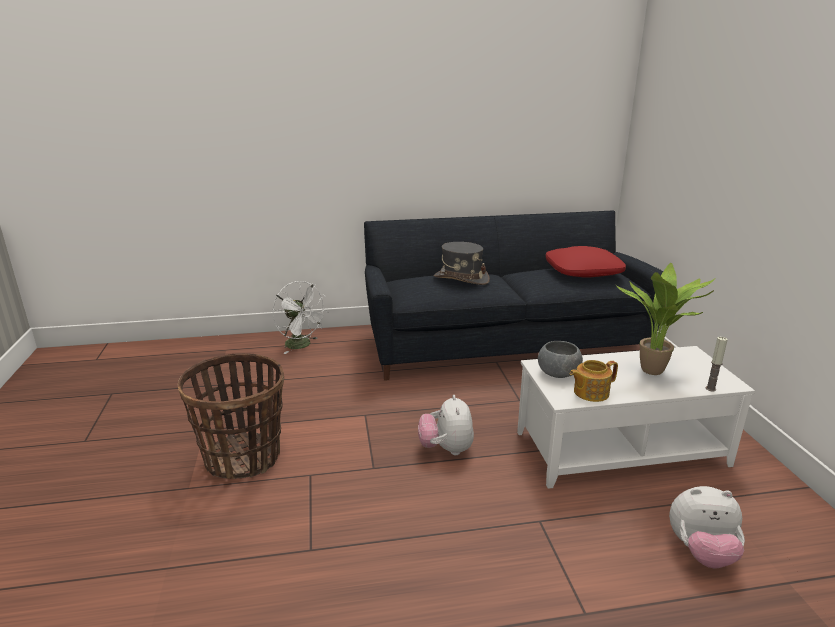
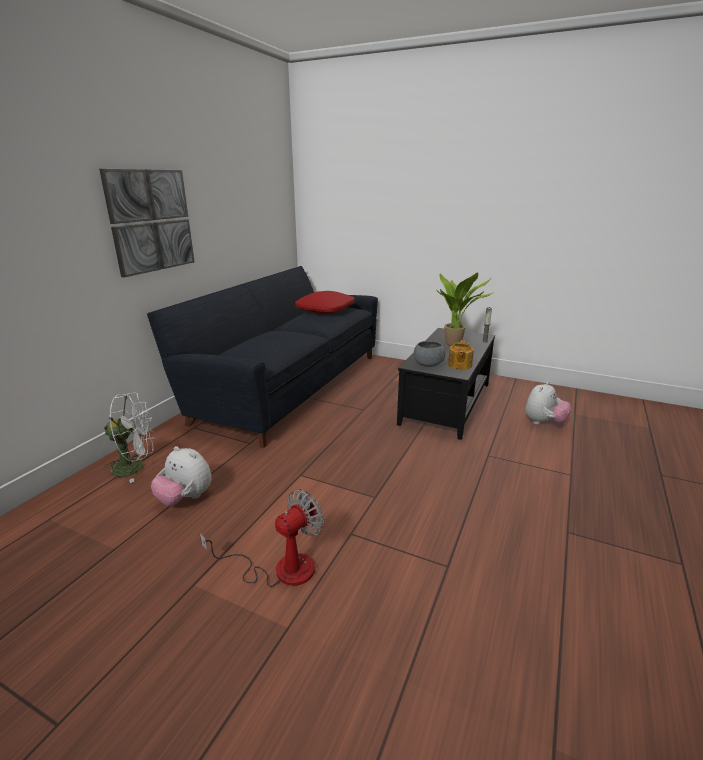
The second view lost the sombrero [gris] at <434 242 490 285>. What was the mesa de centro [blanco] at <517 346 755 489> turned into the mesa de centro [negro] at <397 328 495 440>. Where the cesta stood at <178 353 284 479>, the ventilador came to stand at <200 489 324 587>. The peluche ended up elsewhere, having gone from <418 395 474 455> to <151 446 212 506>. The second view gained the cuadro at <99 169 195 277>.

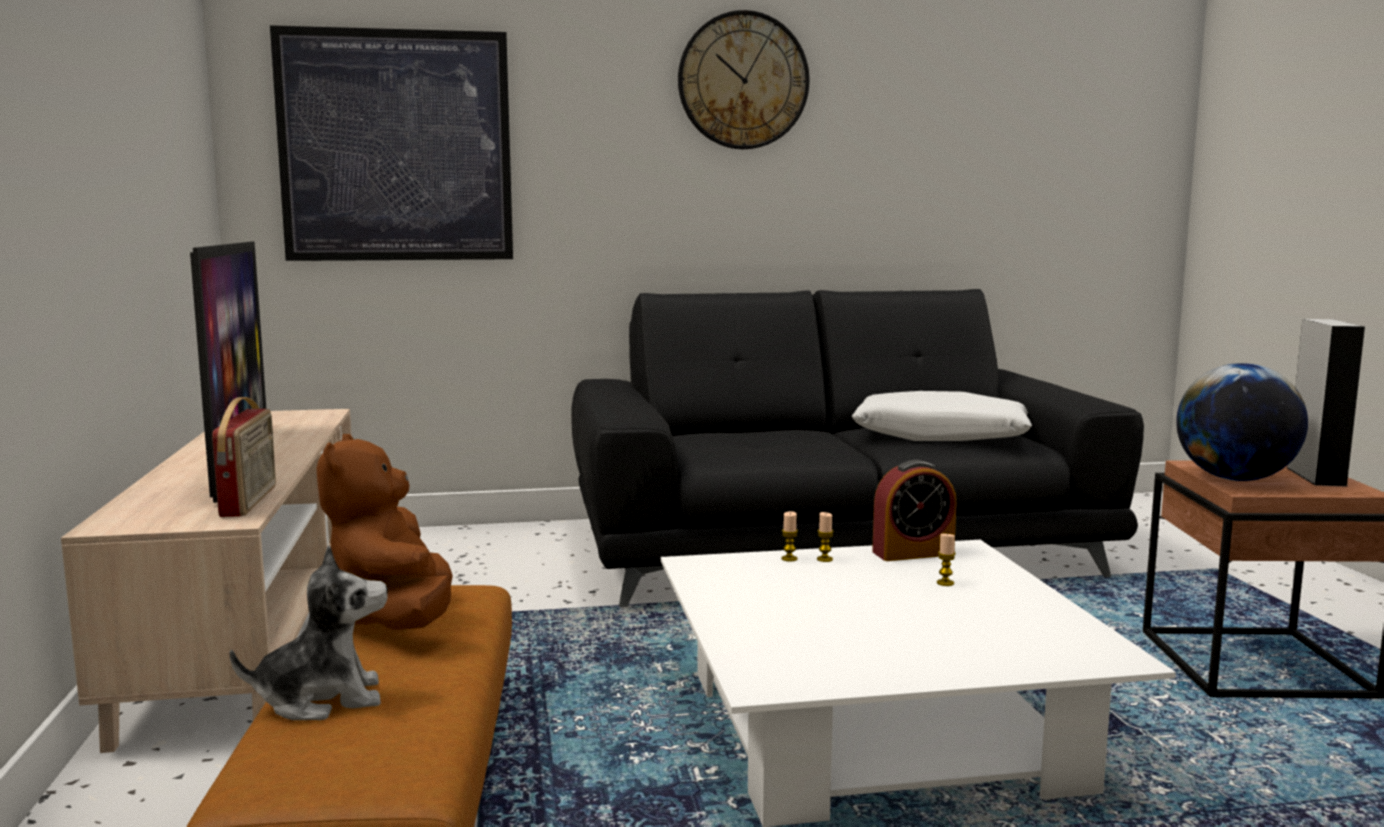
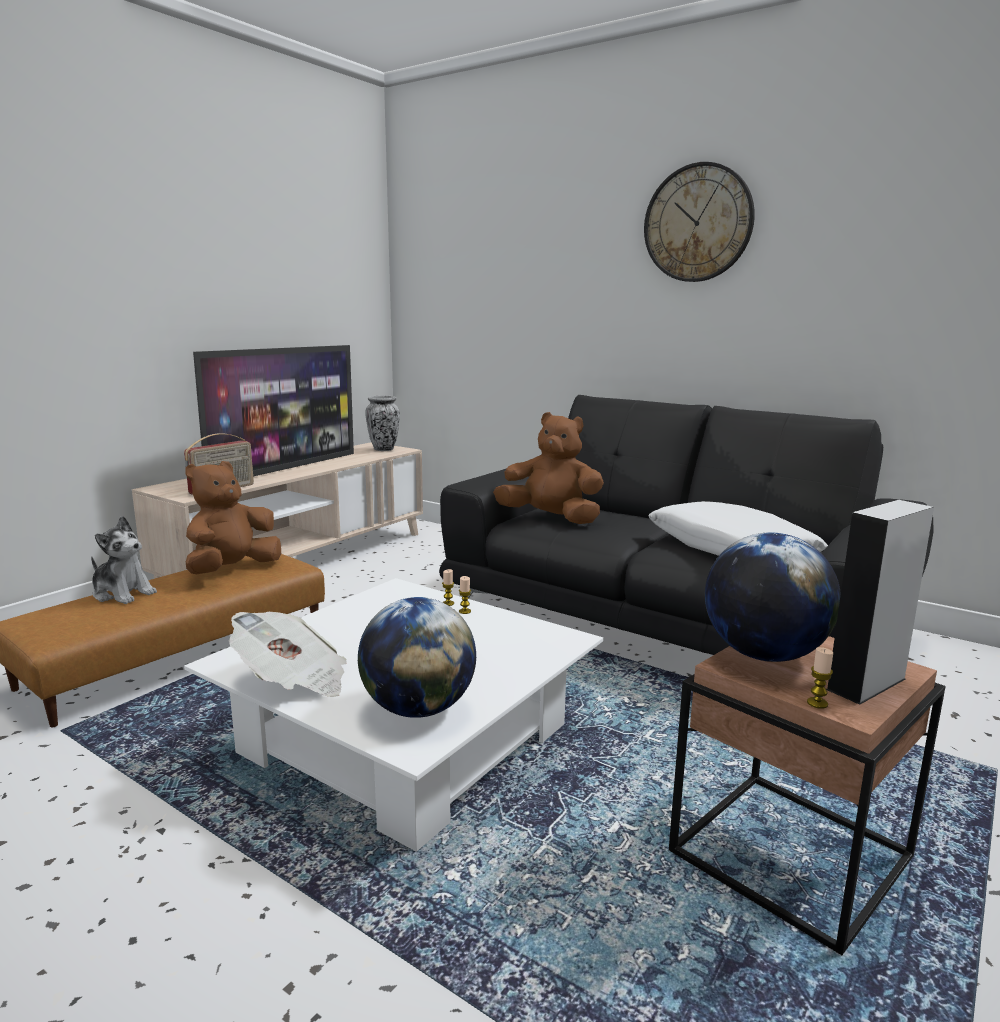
The second view lost the cuadro at <270 25 513 261>. The second view lost the despertador at <872 460 957 561>. The vela ended up elsewhere, having gone from <937 533 956 586> to <807 647 833 709>. The second view gained the florero at <365 395 400 451>. The second view gained the peluche [marrón] at <493 412 604 524>. The second view gained the globo terráqueo at <358 597 476 718>. The second view gained the periódico at <229 612 347 697>.

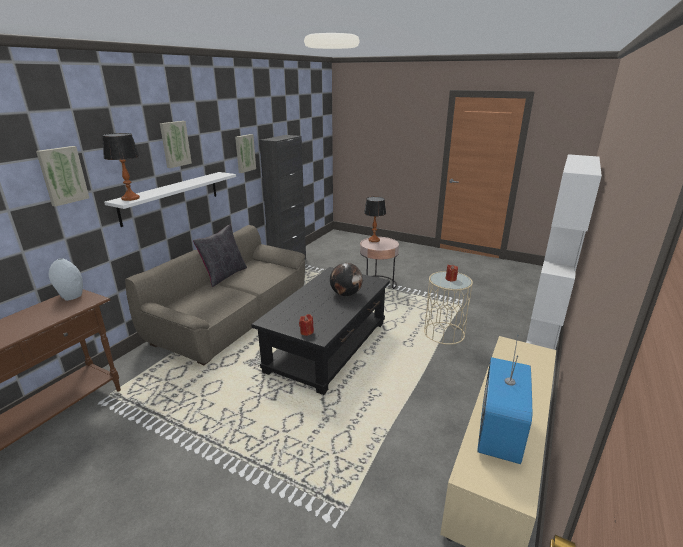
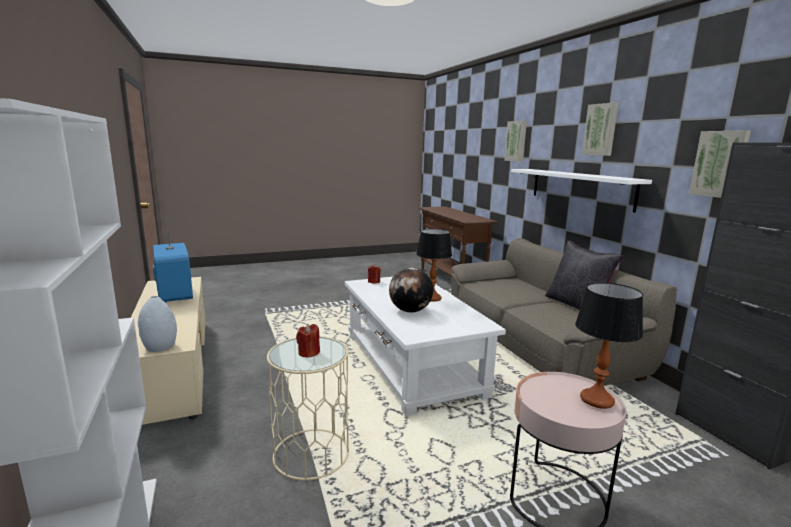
The lámpara de mesa ended up elsewhere, having gone from <102 133 140 201> to <416 229 452 302>. The florero [gris] ended up elsewhere, having gone from <49 258 83 301> to <138 296 177 352>. What was the mesa de centro [negro] at <251 267 390 395> turned into the mesa de centro [blanco] at <345 277 506 416>.

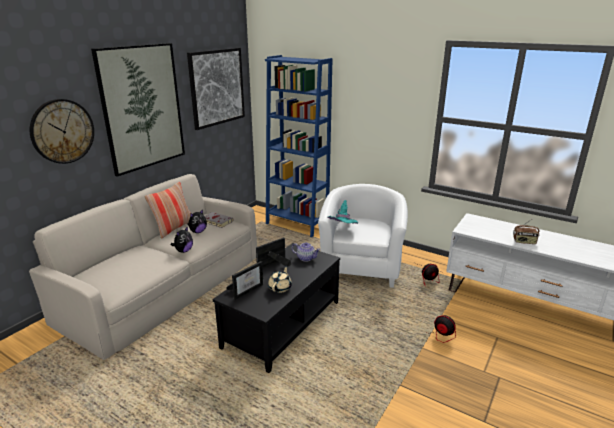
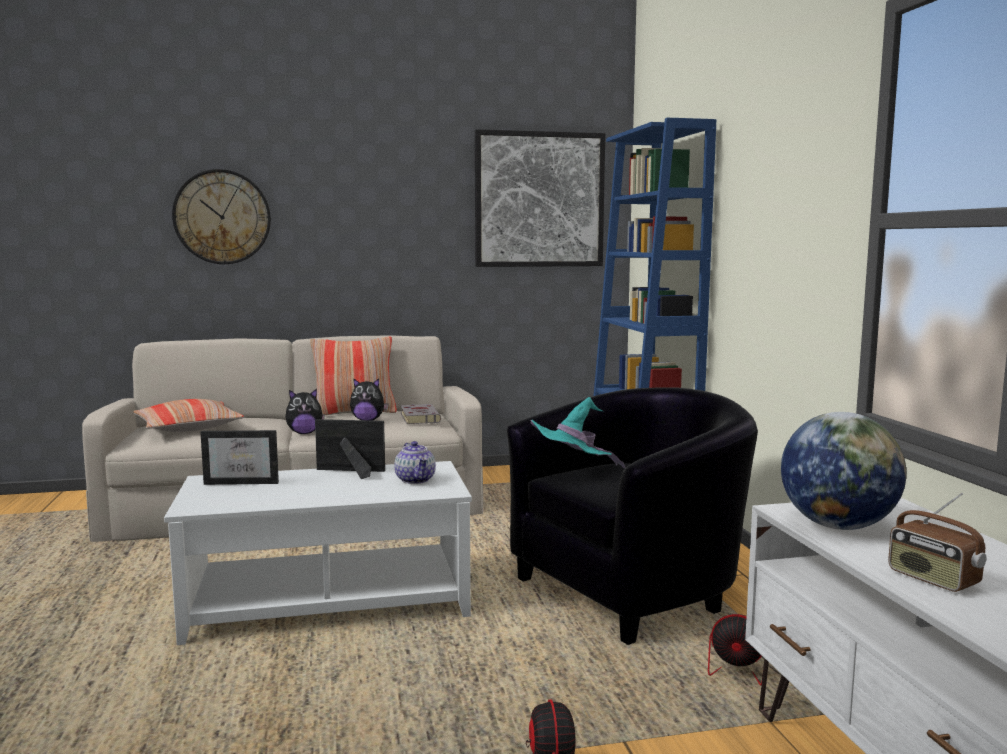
The second view lost the cuadro at <91 43 185 177>. What was the sillón [blanco] at <318 184 408 288> turned into the sillón [negro] at <507 387 758 645>. What was the mesa de centro [negro] at <213 243 340 373> turned into the mesa de centro [blanco] at <164 461 472 645>. The second view lost the tetera [beis] at <268 266 292 293>. The second view gained the cojín at <133 399 244 432>. The second view gained the globo terráqueo at <781 412 906 530>.

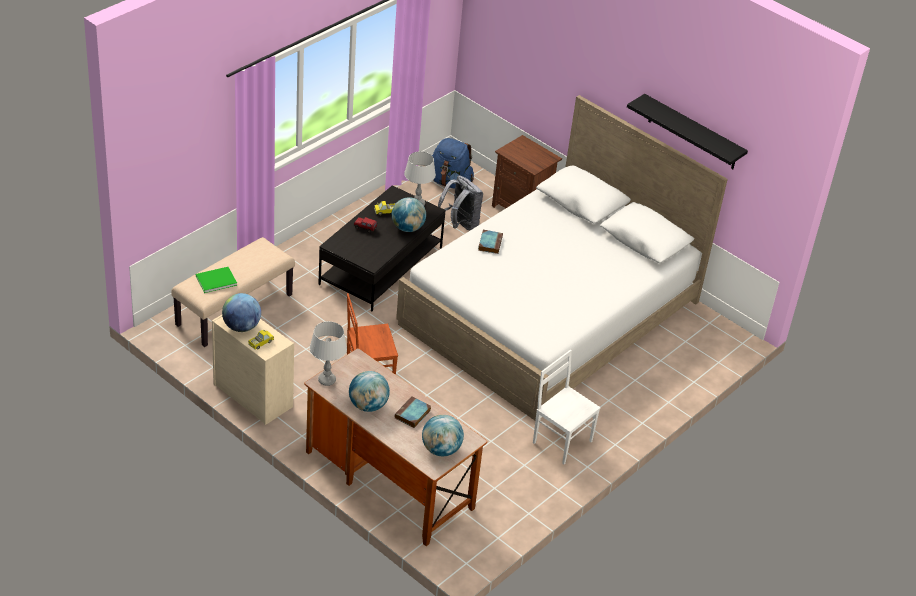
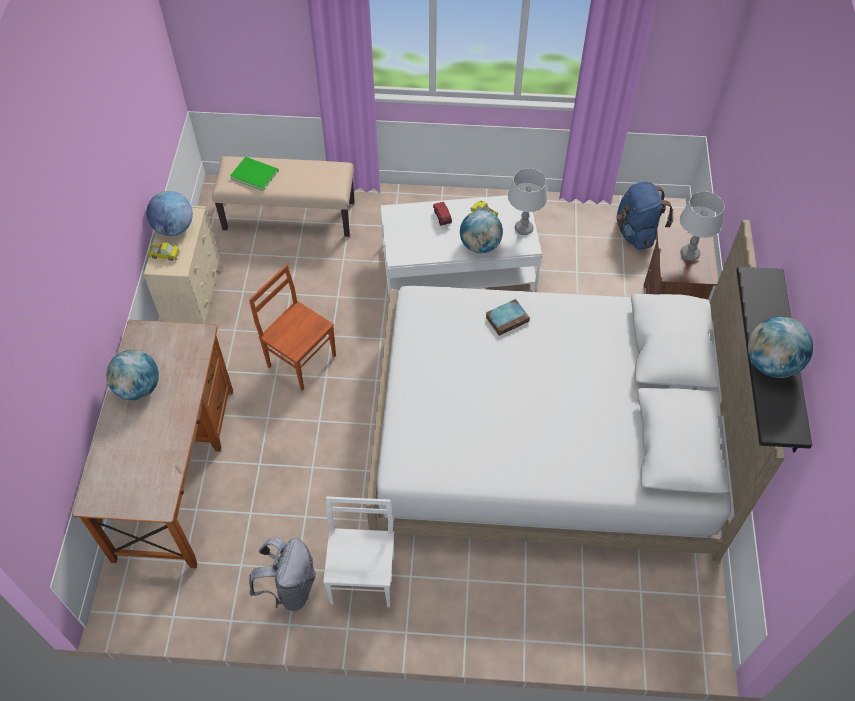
The mochila [gris] ended up elsewhere, having gone from <438 176 483 231> to <249 537 316 611>. What was the mesa de centro [negro] at <319 185 446 311> turned into the mesa de centro [blanco] at <380 195 542 297>. The lámpara de mesa [gris] ended up elsewhere, having gone from <310 321 347 386> to <680 191 724 261>. The second view lost the libro at <395 396 431 428>. The globo terráqueo ended up elsewhere, having gone from <422 415 464 456> to <748 316 813 378>.

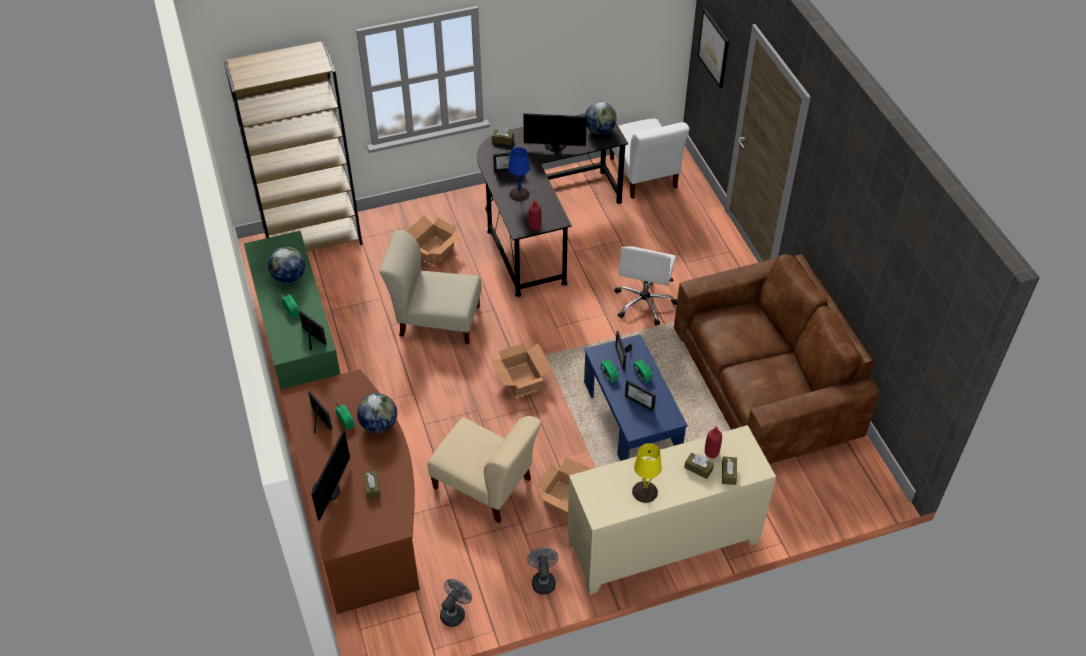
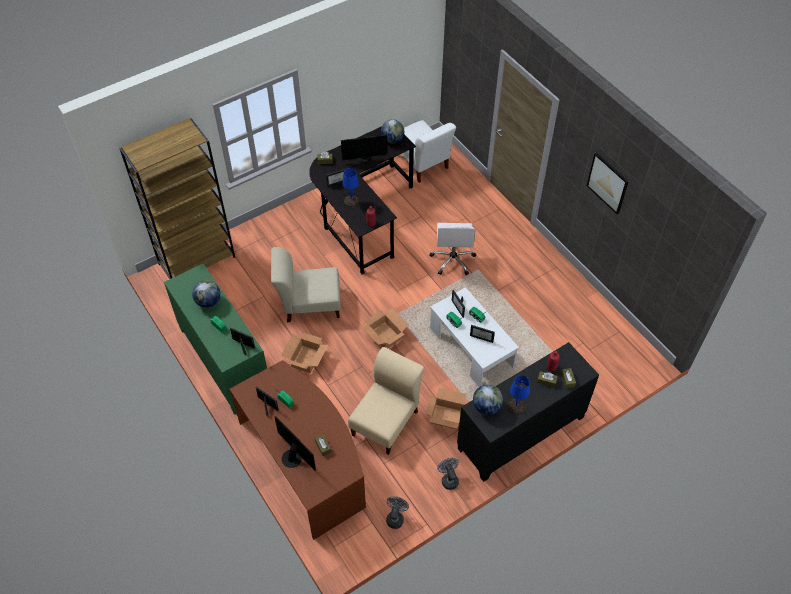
The cuadro ended up elsewhere, having gone from <698 9 729 88> to <587 152 629 214>. The caja de cartón ended up elsewhere, having gone from <406 216 461 265> to <281 333 328 373>. The second view lost the sofá [marrón] at <674 254 879 464>. What was the mesa de centro [azul] at <584 334 687 461> turned into the mesa de centro [blanco] at <430 287 519 387>. The globo terráqueo ended up elsewhere, having gone from <357 393 397 433> to <473 384 503 415>. The silla [beis] at <428 416 541 523> ended up facing another way, 75 degrees counterclockwise from before. What was the armario [beis] at <567 425 776 595> turned into the armario [negro] at <457 342 599 482>. The monitor at <311 429 350 521> ended up facing another way, 45 degrees counterclockwise from before. What was the lámpara de mesa [amarillo] at <632 443 662 503> turned into the lámpara de mesa [azul] at <507 375 530 415>.

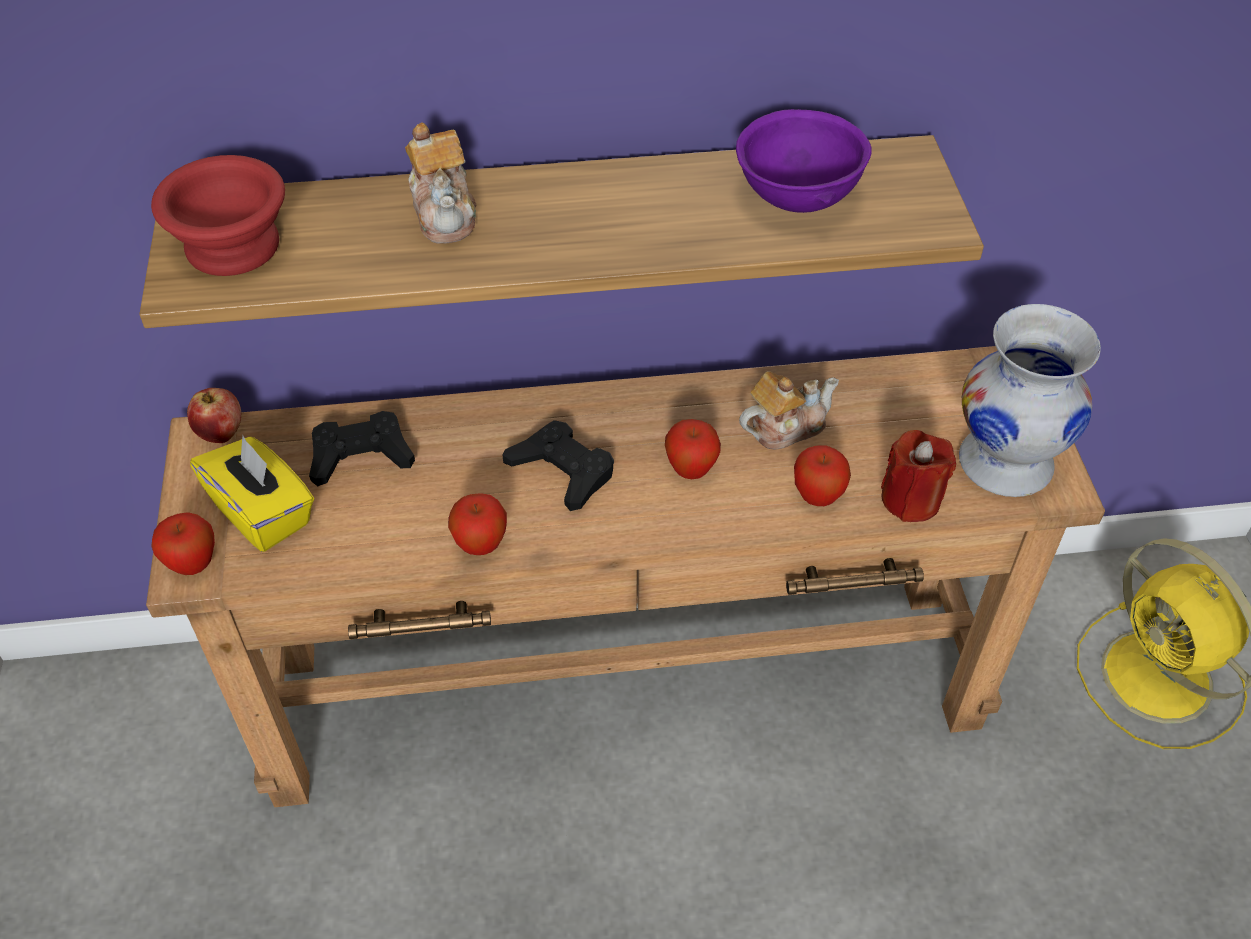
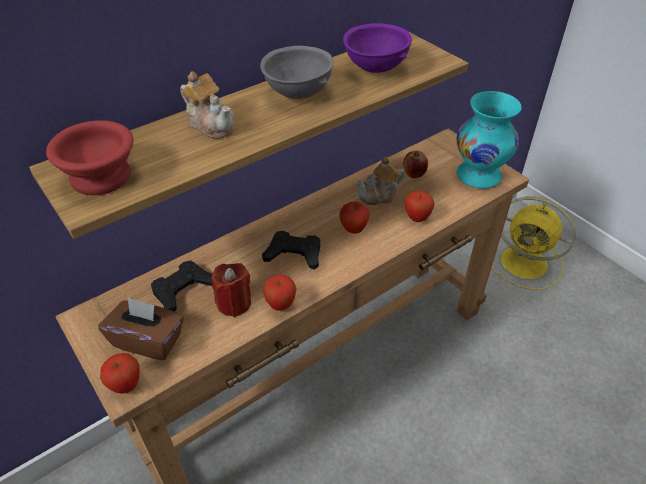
What was the florero [blanco] at <959 304 1101 497> turned into the florero [turquesa] at <457 91 522 189>. The tetera at <739 371 839 449> ended up facing another way, 150 degrees counterclockwise from before. The manzana ended up elsewhere, having gone from <187 388 241 443> to <403 151 428 179>. The vela [rojo] ended up elsewhere, having gone from <881 430 956 522> to <211 263 251 317>. What was the caja de pañuelos [amarillo] at <190 435 314 552> turned into the caja de pañuelos [marrón] at <98 297 184 360>. The second view gained the cuenco [gris] at <260 46 333 99>.

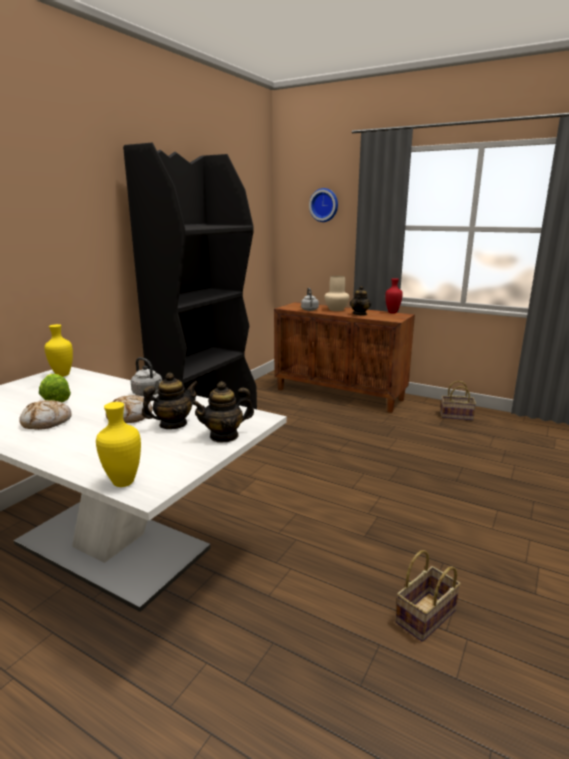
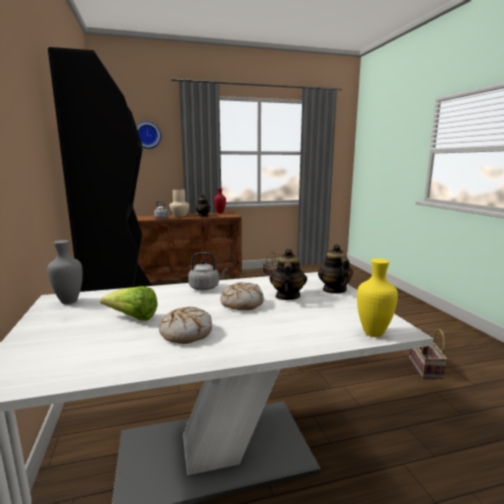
What was the florero [amarillo] at <44 324 73 377> turned into the florero [gris] at <47 240 82 304>. The tetera at <191 381 254 443> ended up facing another way, 150 degrees clockwise from before.

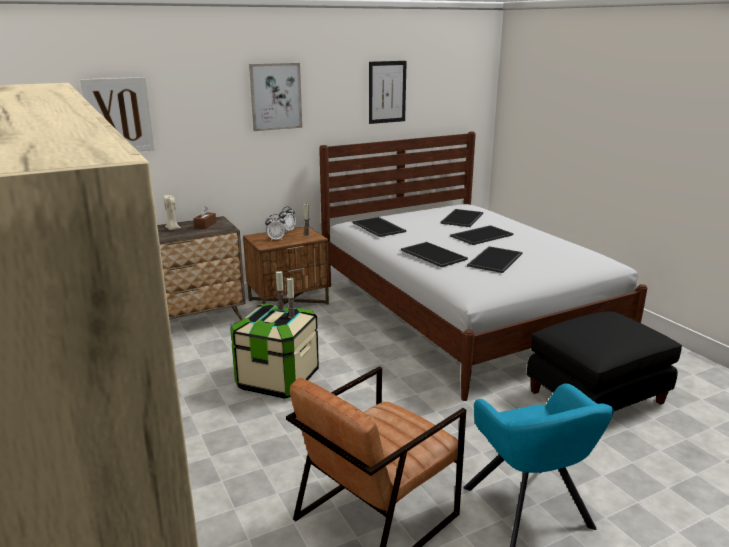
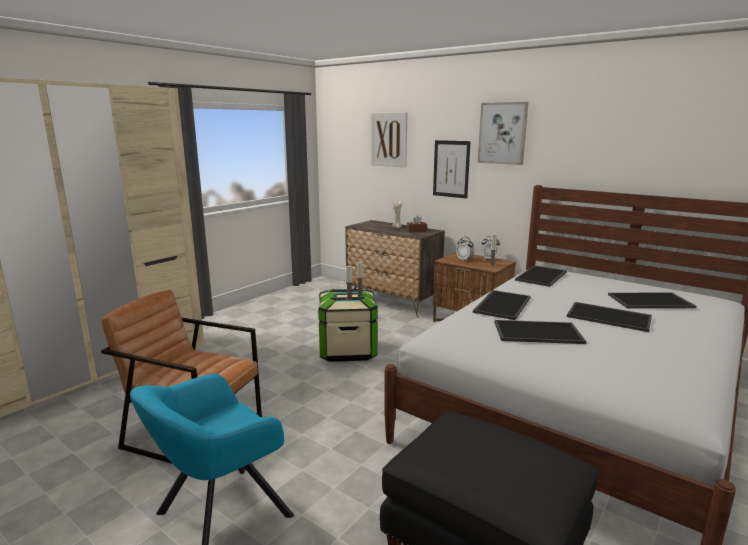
The cuadro ended up elsewhere, having gone from <369 61 407 124> to <433 140 471 198>.

